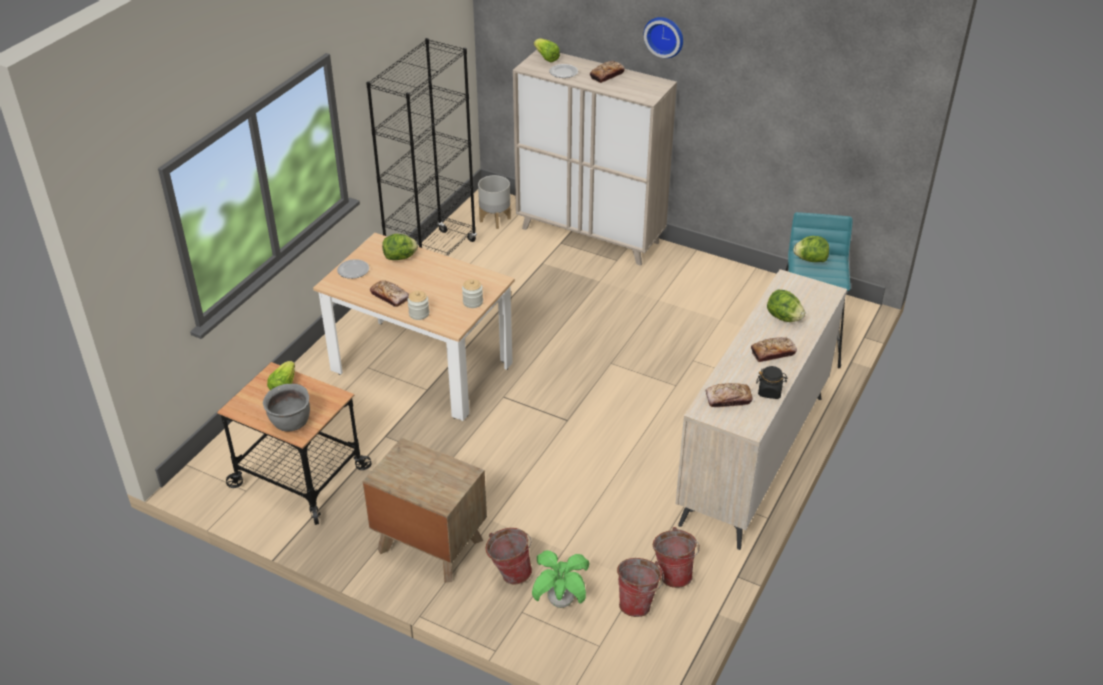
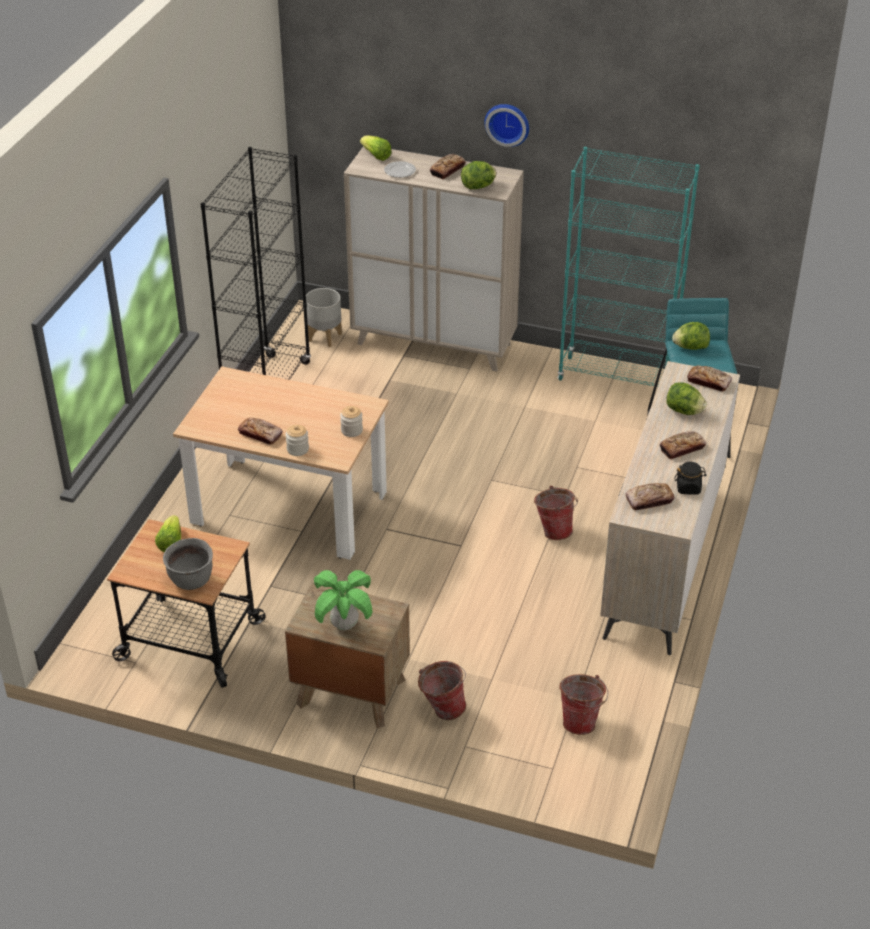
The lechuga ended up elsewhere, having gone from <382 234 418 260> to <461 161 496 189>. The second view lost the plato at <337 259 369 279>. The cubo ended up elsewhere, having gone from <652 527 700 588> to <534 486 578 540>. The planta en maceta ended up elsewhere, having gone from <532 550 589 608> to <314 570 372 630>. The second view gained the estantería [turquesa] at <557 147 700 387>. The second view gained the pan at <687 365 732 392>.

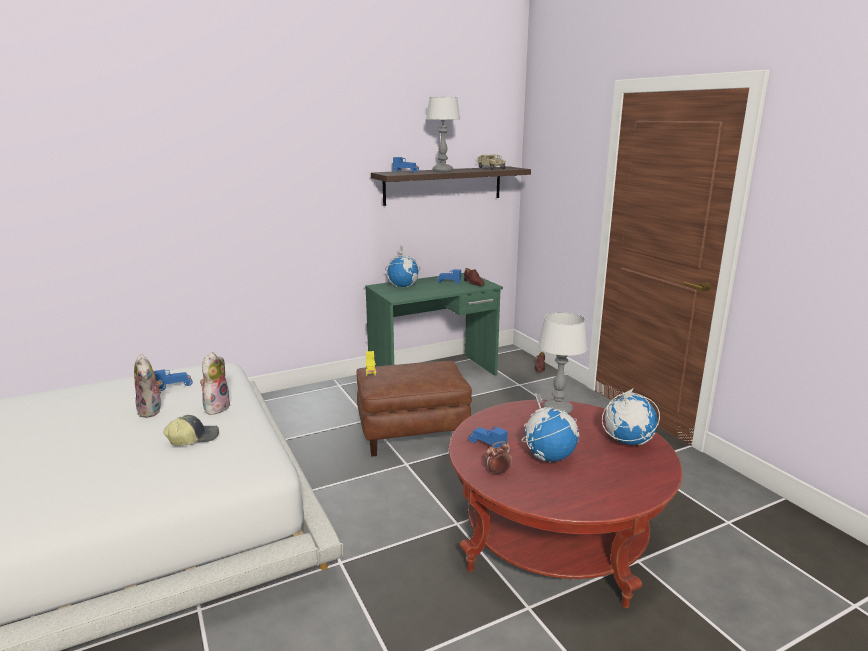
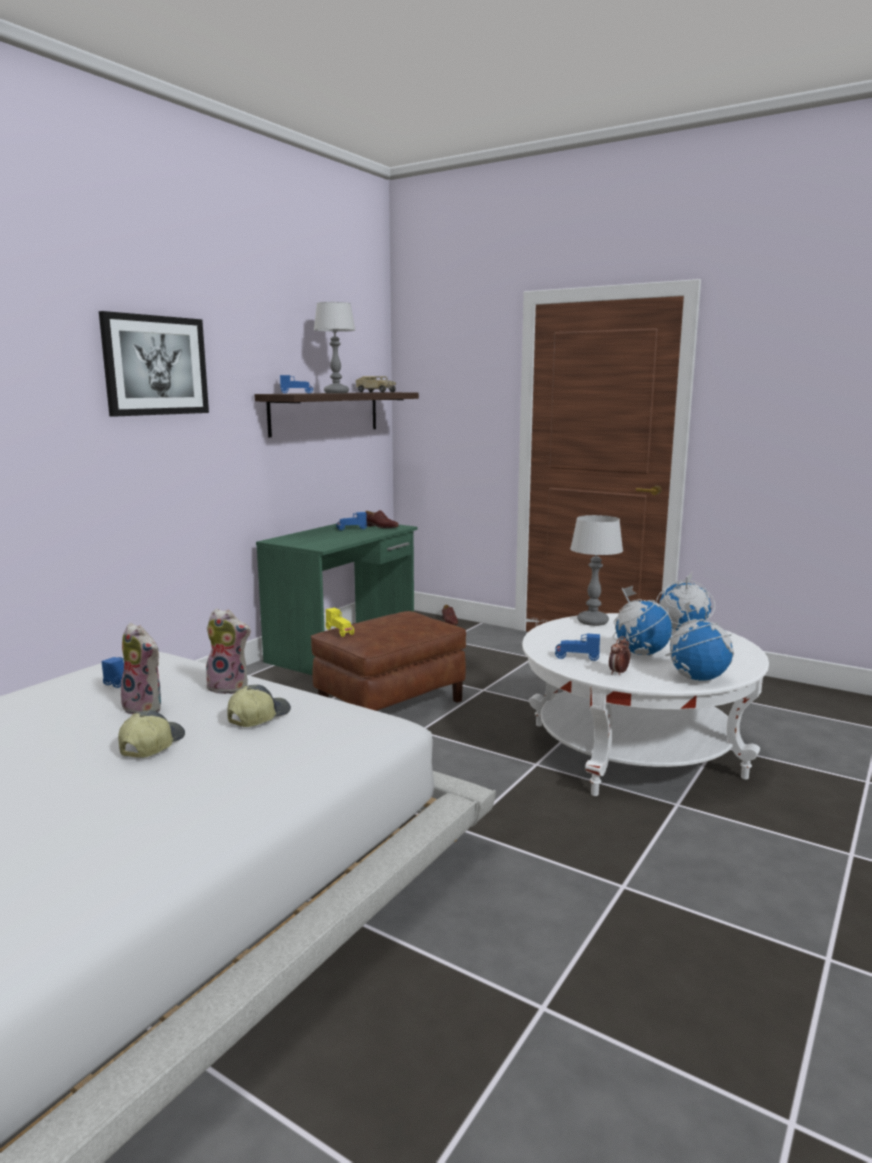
The globo terráqueo ended up elsewhere, having gone from <385 246 420 287> to <665 602 734 681>. The peluche at <200 352 231 415> ended up facing another way, 120 degrees clockwise from before. What was the mesa de centro [rojo] at <449 400 683 608> turned into the mesa de centro [blanco] at <522 613 769 796>. The second view gained the cuadro at <99 311 209 417>. The second view gained the gorra at <118 710 185 758>.

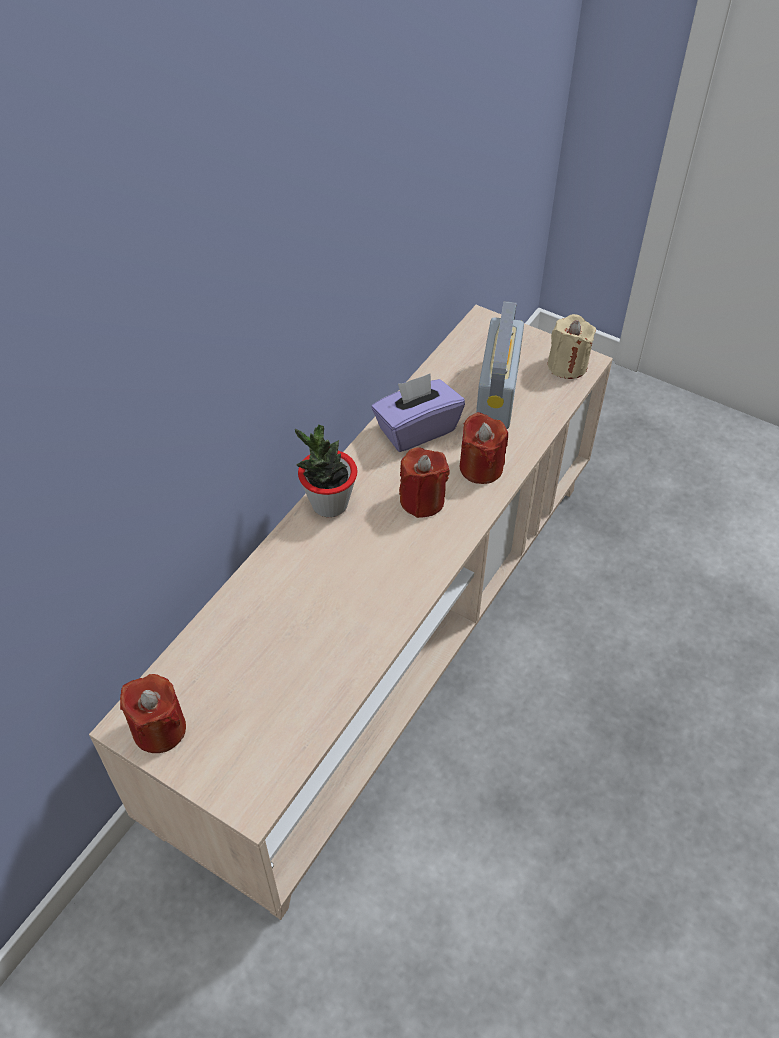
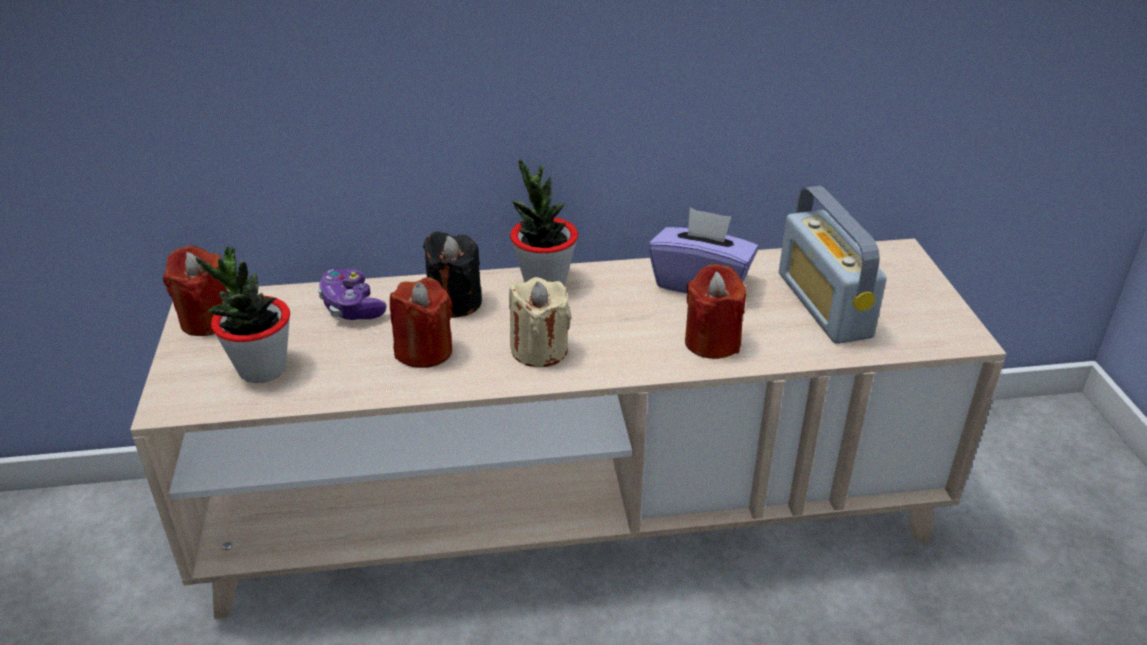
The radio at <476 301 524 429> ended up facing another way, 105 degrees clockwise from before. The vela [beis] ended up elsewhere, having gone from <547 314 596 379> to <509 277 571 367>. The vela [rojo] ended up elsewhere, having gone from <399 447 449 518> to <390 277 453 368>. The second view gained the vela [negro] at <423 231 482 318>. The second view gained the planta en maceta at <196 247 290 383>. The second view gained the mando de consola at <318 269 386 320>.

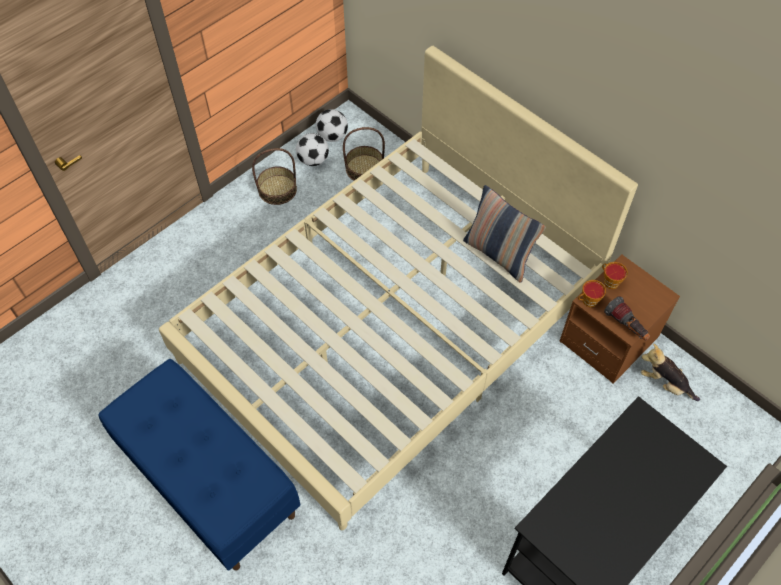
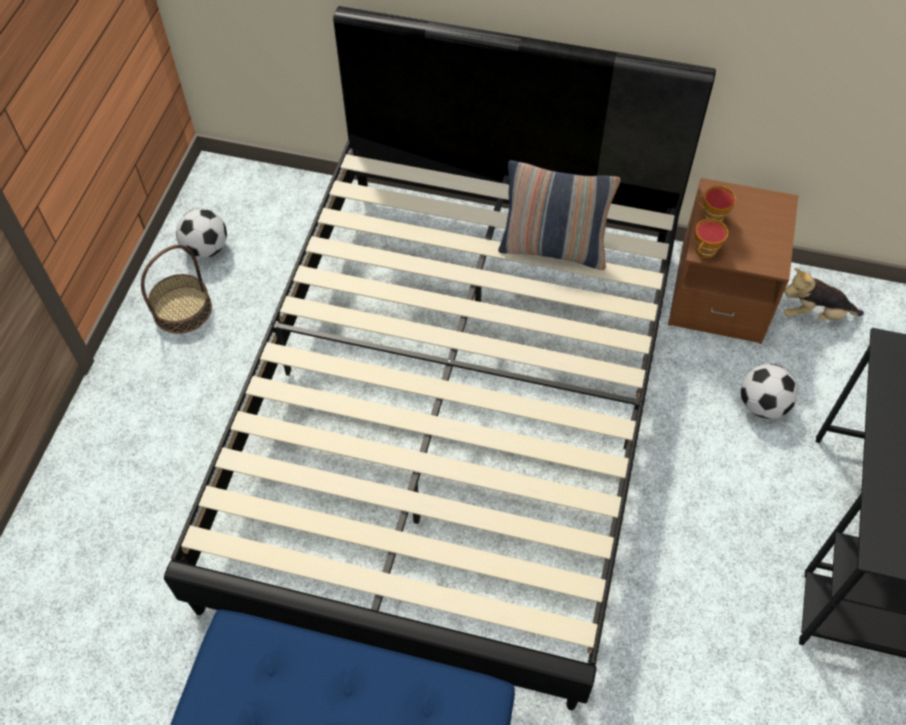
What was the cama [beis] at <159 46 638 530> turned into the cama [negro] at <164 6 716 710>. The balón de fútbol ended up elsewhere, having gone from <316 109 348 142> to <741 364 798 419>. The second view lost the cesta at <343 127 385 181>. The second view lost the linterna at <604 296 650 341>.

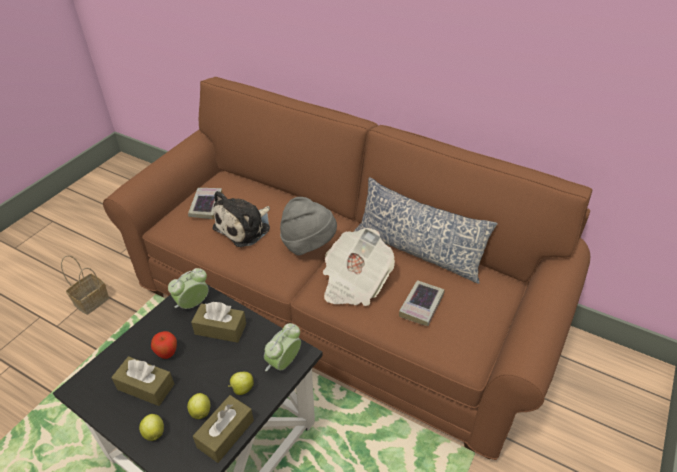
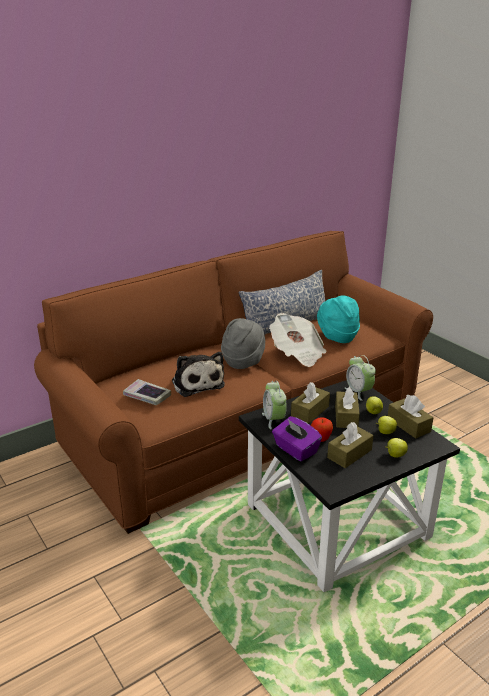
The second view lost the cesta at <61 255 109 315>. Where the libro stood at <399 280 445 326>, the sombrero [turquesa] came to stand at <317 296 360 343>. The second view gained the caja de pañuelos [marrón] at <335 387 360 428>. The second view gained the caja de pañuelos [morado] at <272 416 322 461>.

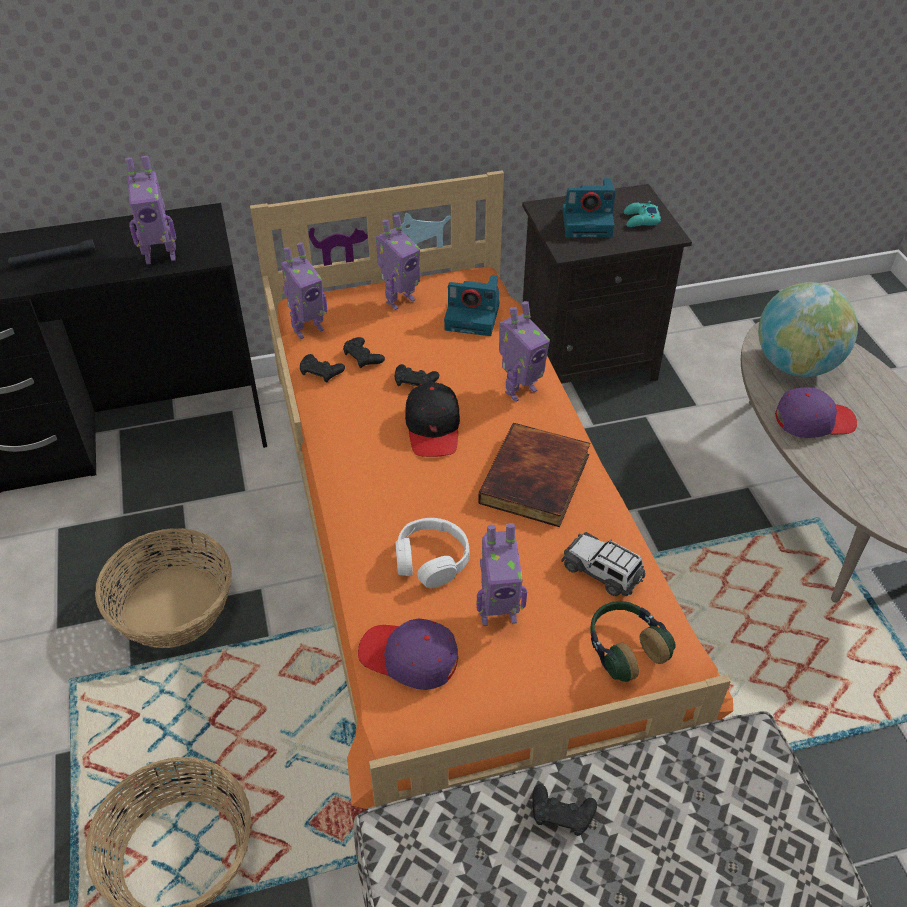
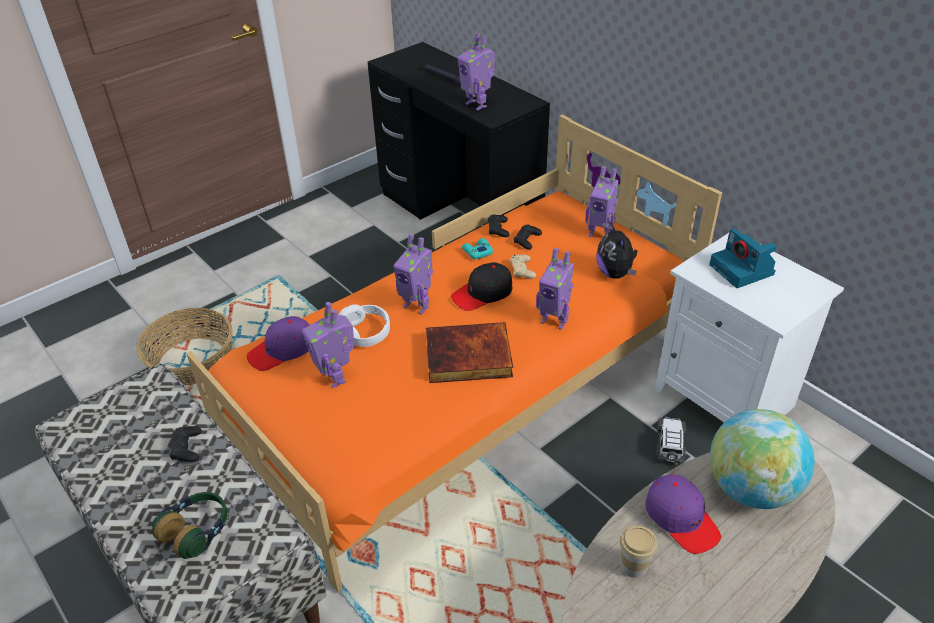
What was the mesita de noche [negro] at <522 184 692 384> turned into the mesita de noche [blanco] at <655 233 844 422>. The mando de consola [turquesa] ended up elsewhere, having gone from <624 201 661 227> to <462 238 493 259>. The robot de juguete ended up elsewhere, having gone from <281 243 327 339> to <393 234 433 315>. Where the cámara stood at <444 275 499 336>, the peluche came to stand at <596 222 637 279>. What was the mando de consola [negro] at <395 364 439 386> turned into the mando de consola [beis] at <510 255 536 279>. The second view lost the cesta at <95 528 232 648>. The coche de juguete ended up elsewhere, having gone from <561 532 646 596> to <656 416 687 465>. The auriculares ended up elsewhere, having gone from <590 601 676 682> to <152 492 228 559>. The gorra [morado] at <358 618 458 690> ended up facing another way, 120 degrees counterclockwise from before. The second view gained the taza at <620 525 658 578>.

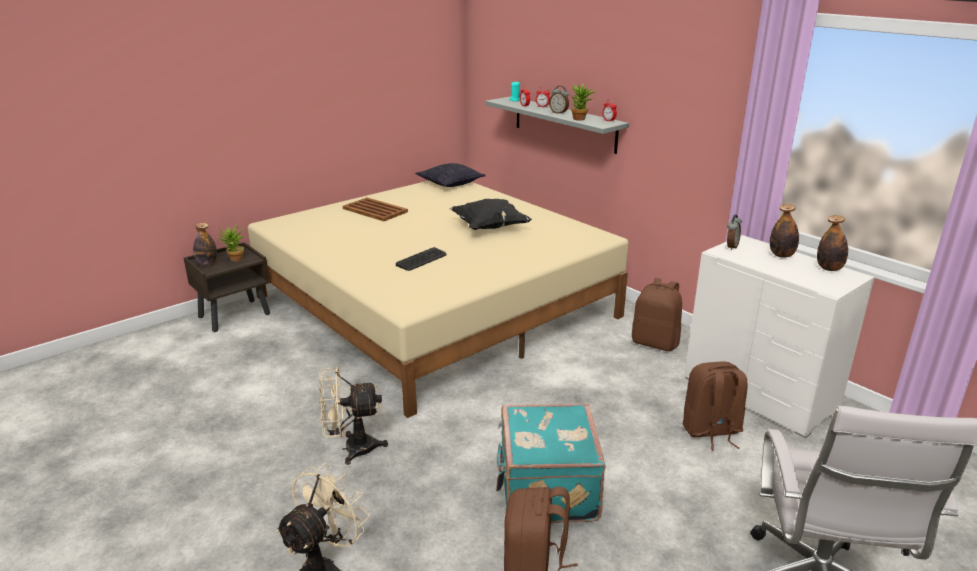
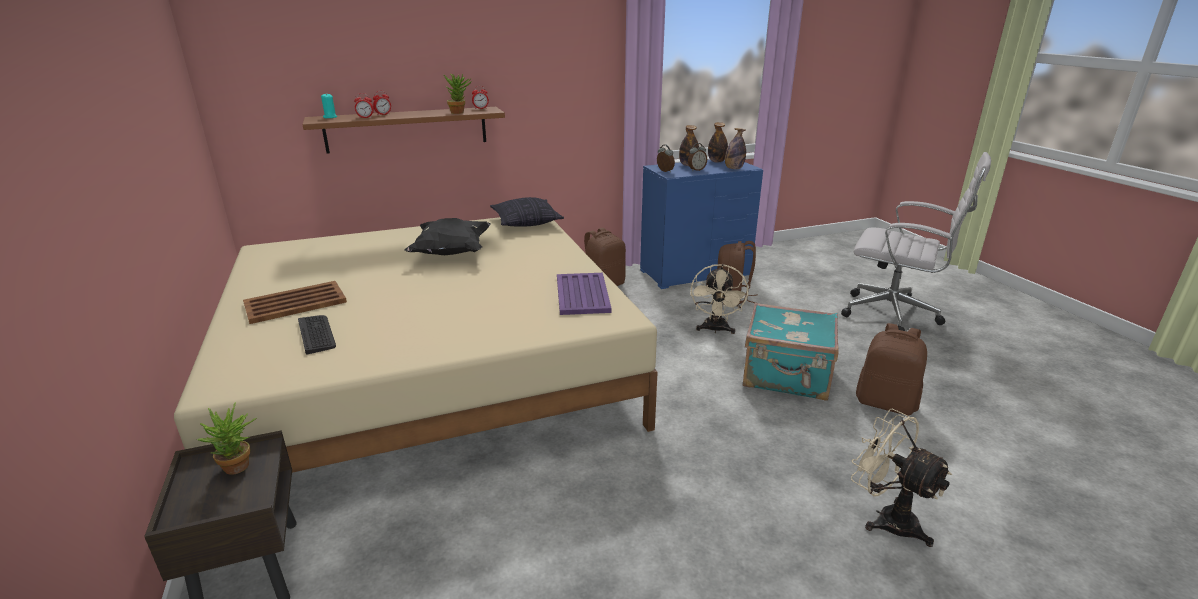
The despertador ended up elsewhere, having gone from <549 86 569 114> to <688 143 707 171>. What was the estante [gris] at <485 96 629 154> turned into the estante [marrón] at <302 107 505 154>. The cojín ended up elsewhere, having gone from <415 163 486 187> to <490 197 564 227>. The botella ended up elsewhere, having gone from <193 223 217 265> to <725 128 746 169>. What was the cómoda [blanco] at <684 235 874 438> turned into the cómoda [azul] at <640 160 763 289>. The teclado ended up elsewhere, having gone from <396 247 447 271> to <298 315 336 354>. The ventilador [beis] ended up elsewhere, having gone from <318 367 388 465> to <690 264 748 334>. The second view gained the bandeja [morado] at <557 273 612 315>.

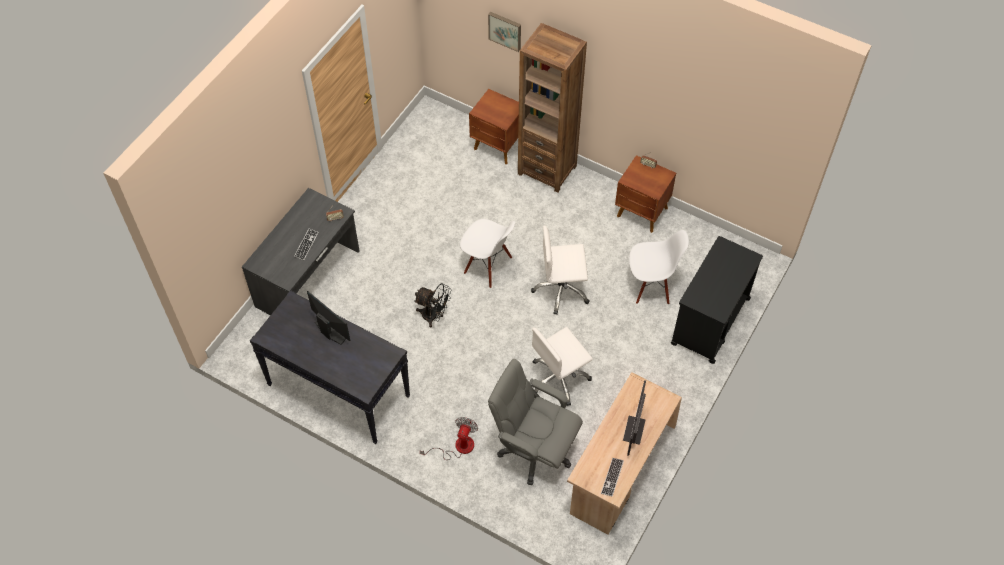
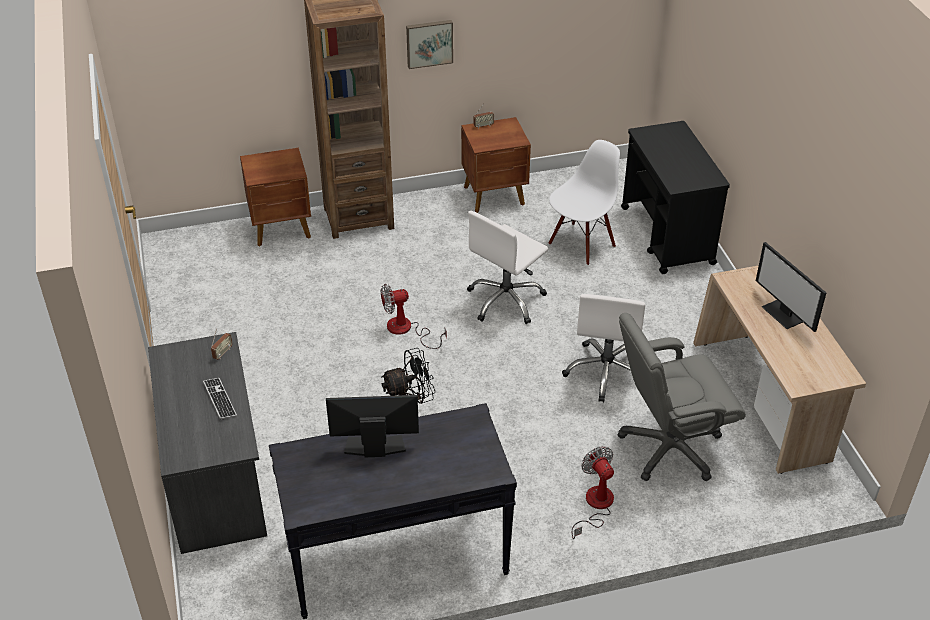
The cuadro ended up elsewhere, having gone from <488 12 521 52> to <406 20 453 69>. Where the silla [blanco] stood at <460 219 515 288>, the ventilador came to stand at <381 284 447 349>. The second view lost the teclado at <601 458 624 497>.

